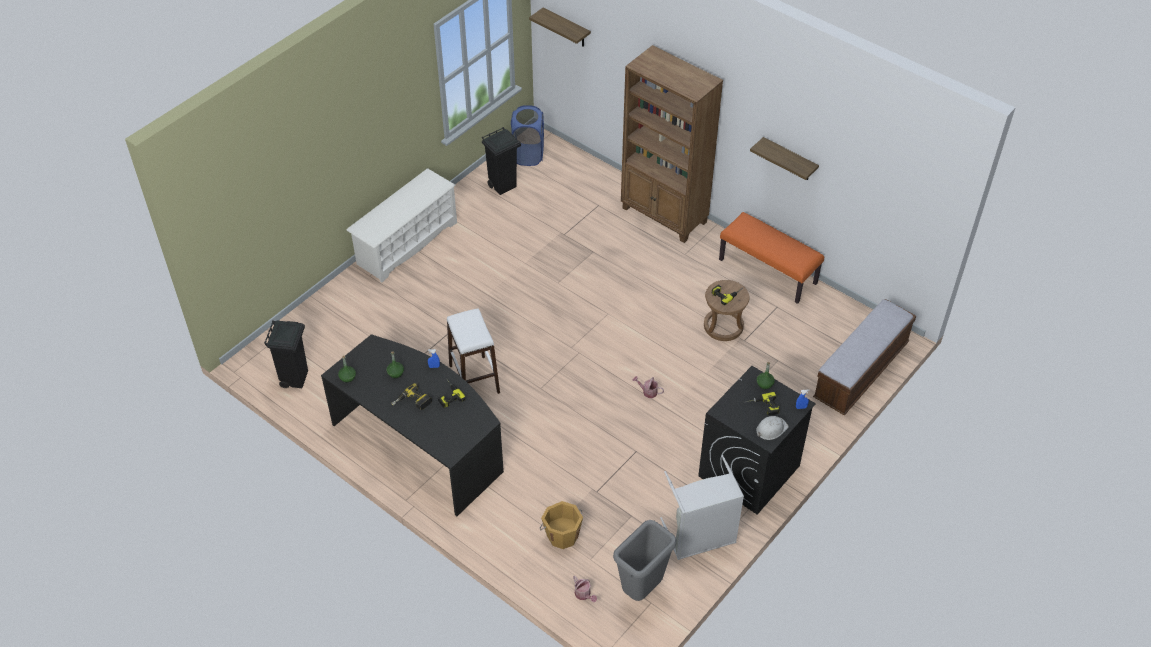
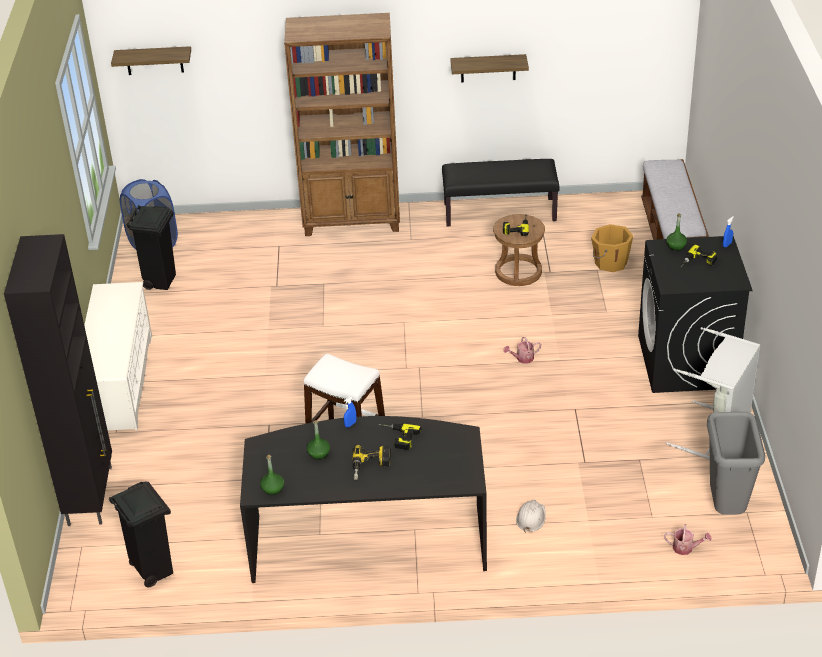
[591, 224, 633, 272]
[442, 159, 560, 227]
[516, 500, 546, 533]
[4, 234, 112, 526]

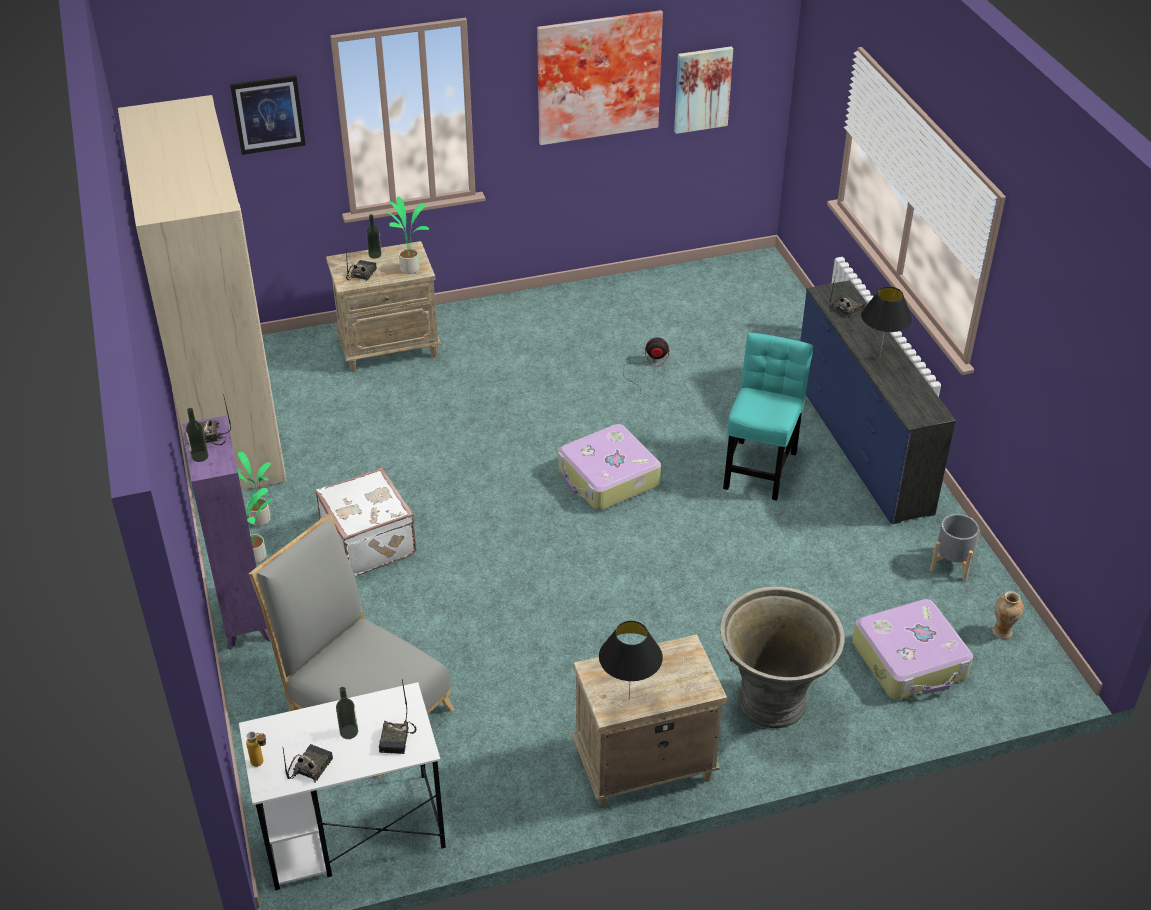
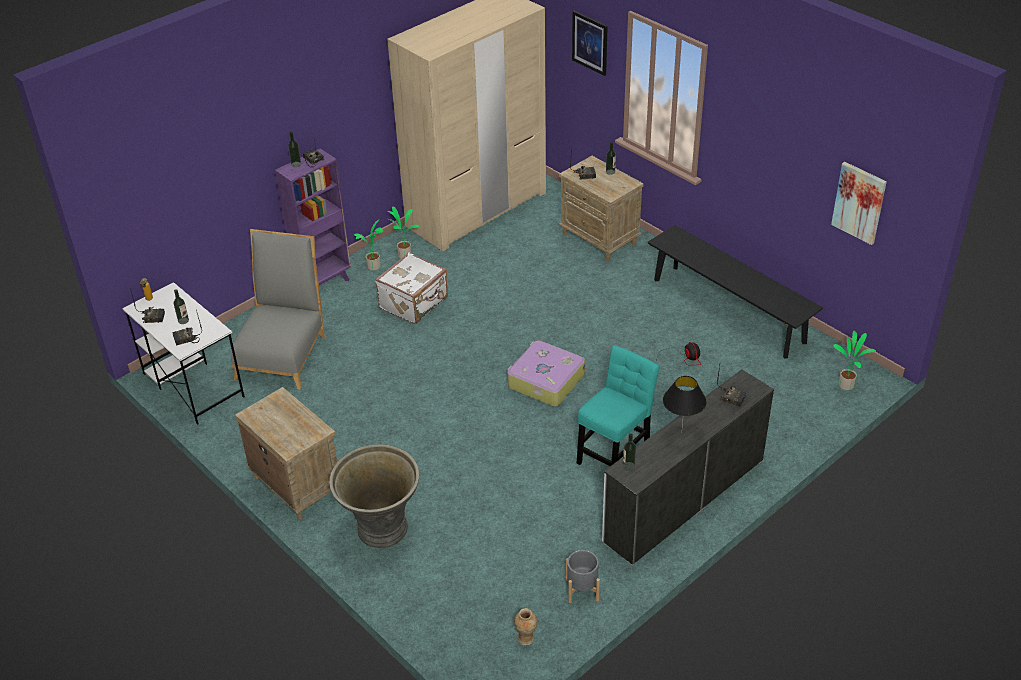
[833, 330, 876, 390]
[537, 10, 663, 145] (first image)
[599, 621, 663, 700] (first image)
[577, 345, 660, 466]
[602, 369, 774, 566]
[852, 599, 973, 700] (first image)
[623, 433, 636, 471]
[648, 225, 823, 359]

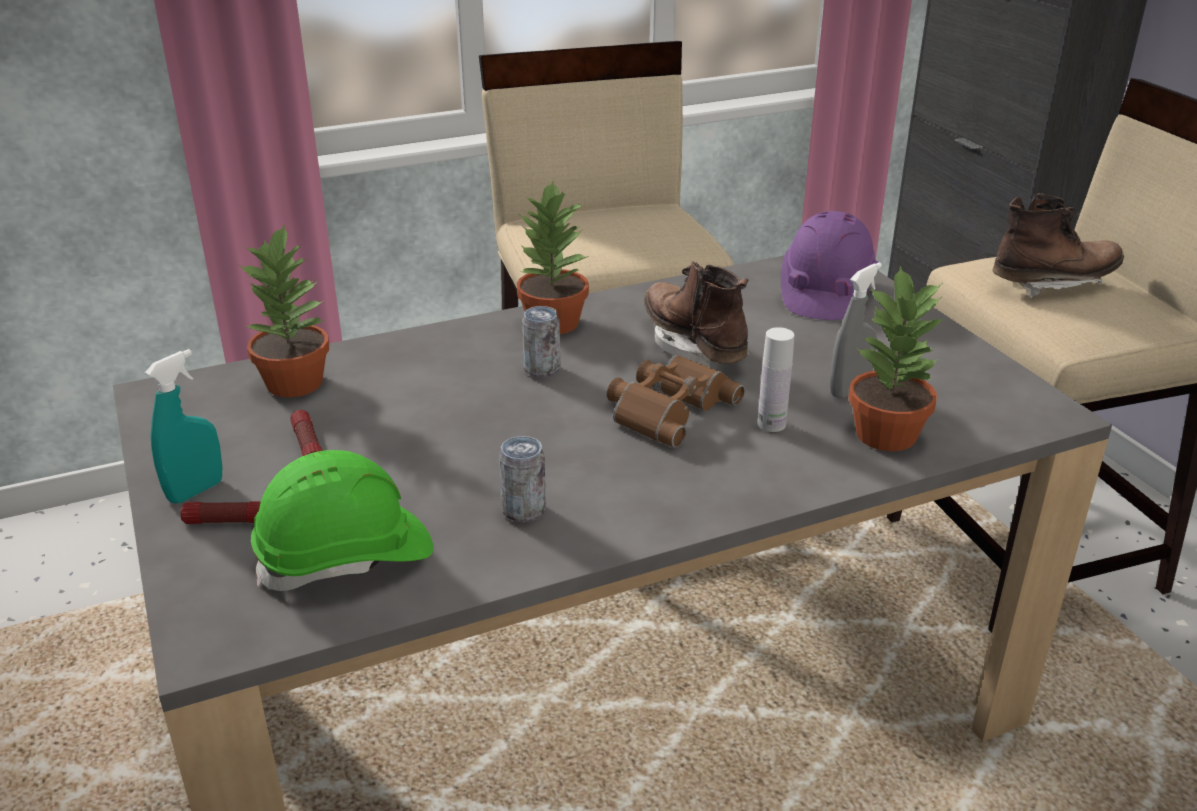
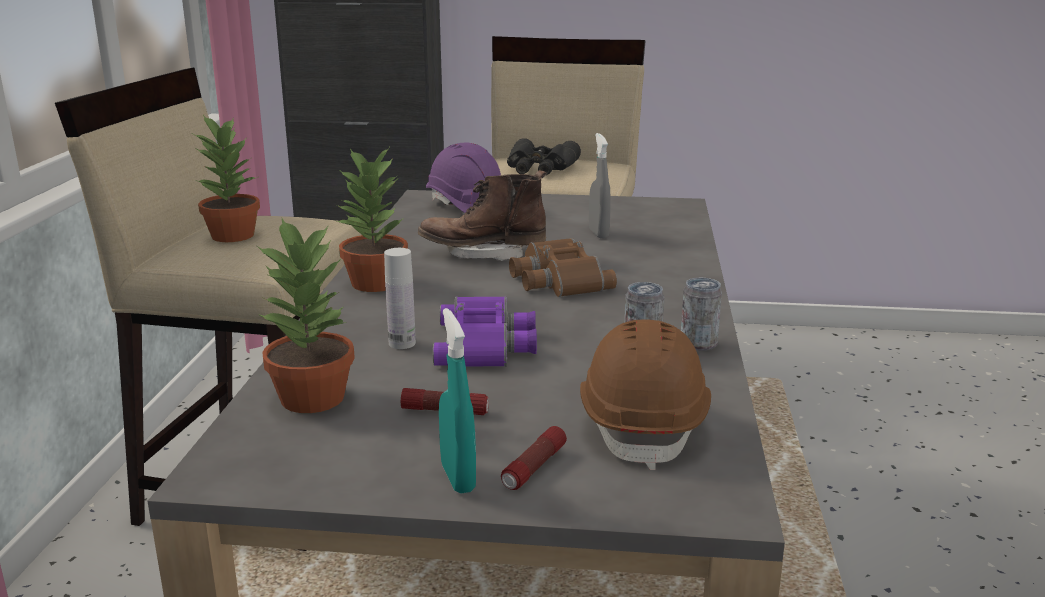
[580, 319, 711, 470]
[681, 278, 722, 351]
[384, 248, 416, 349]
[193, 115, 260, 242]
[507, 138, 581, 175]
[433, 296, 537, 367]

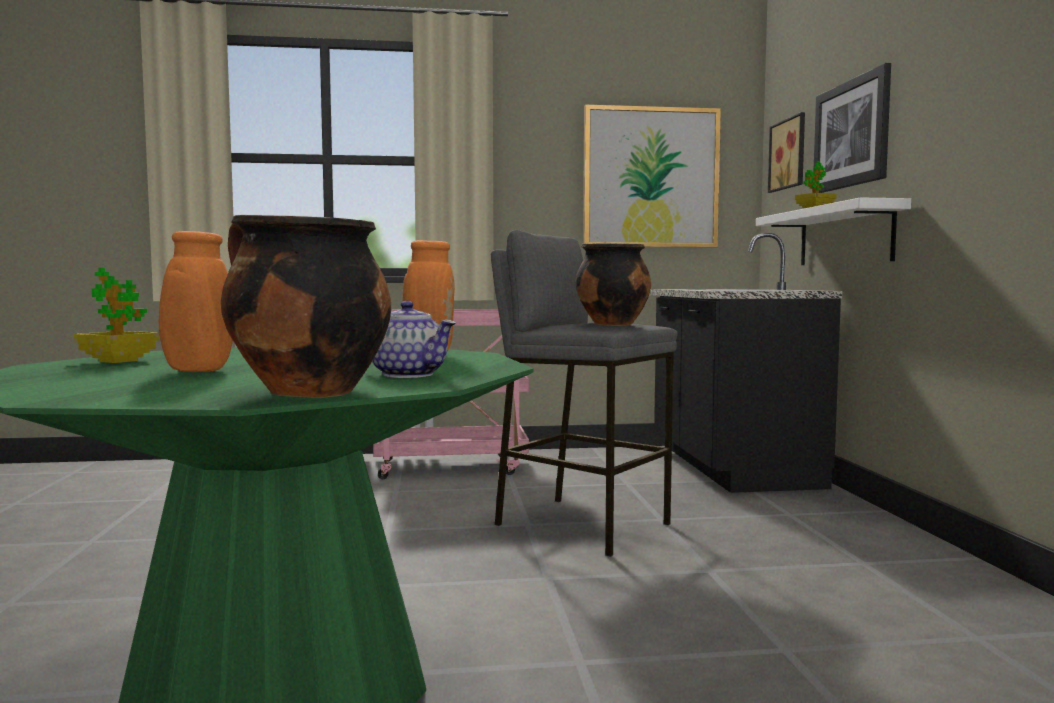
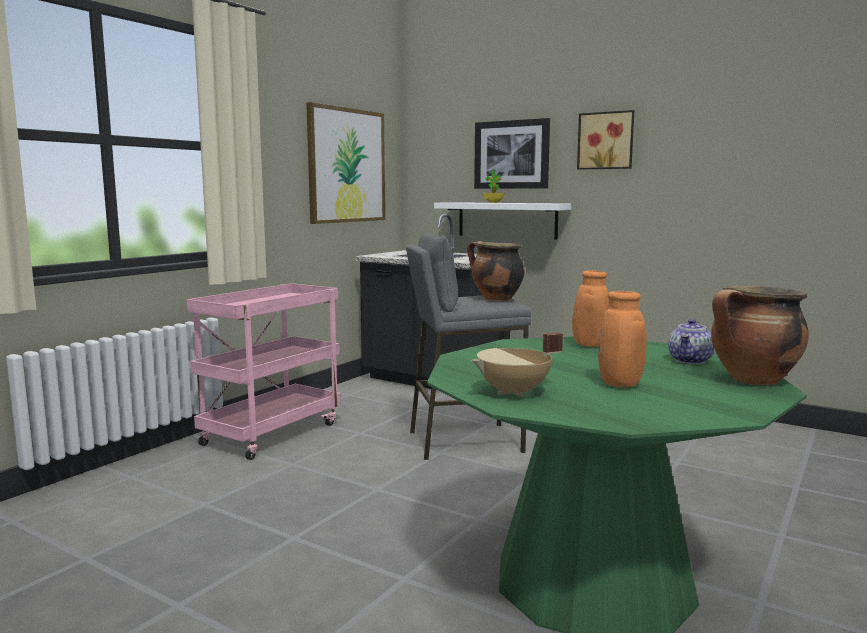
[472, 332, 563, 397]
[668, 319, 714, 364]
[577, 110, 634, 170]

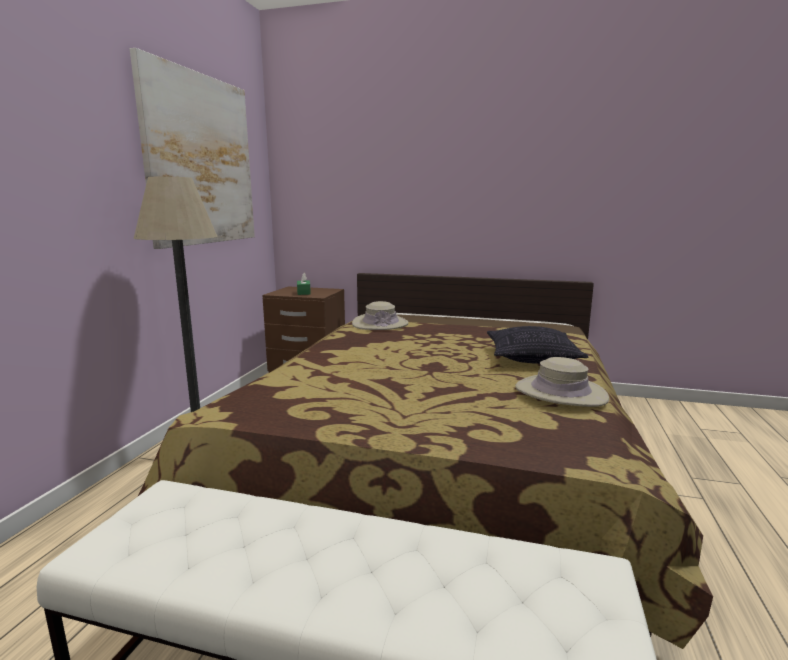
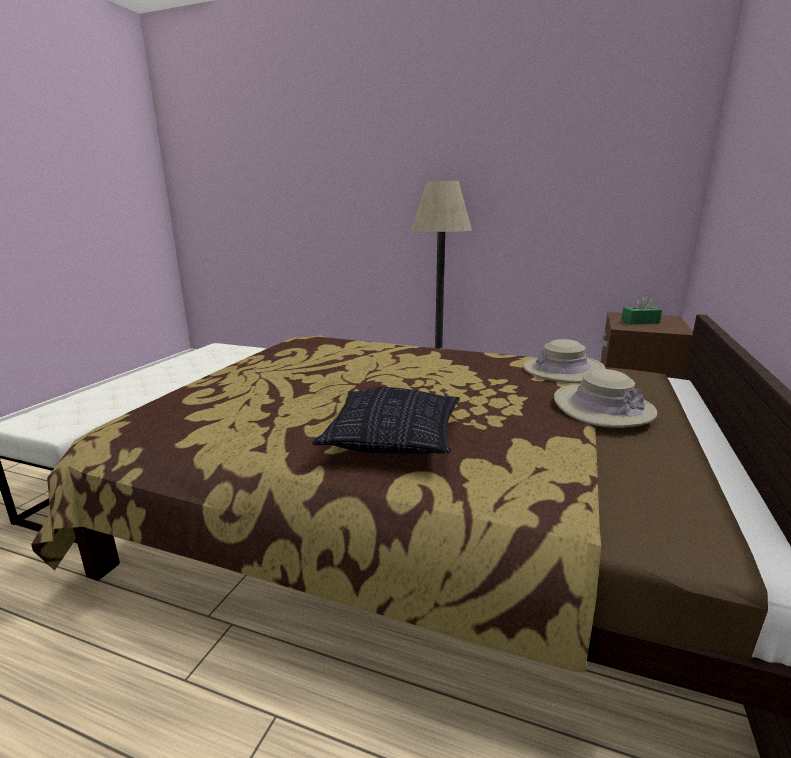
[130, 48, 255, 249] (first image)
[554, 369, 657, 428]

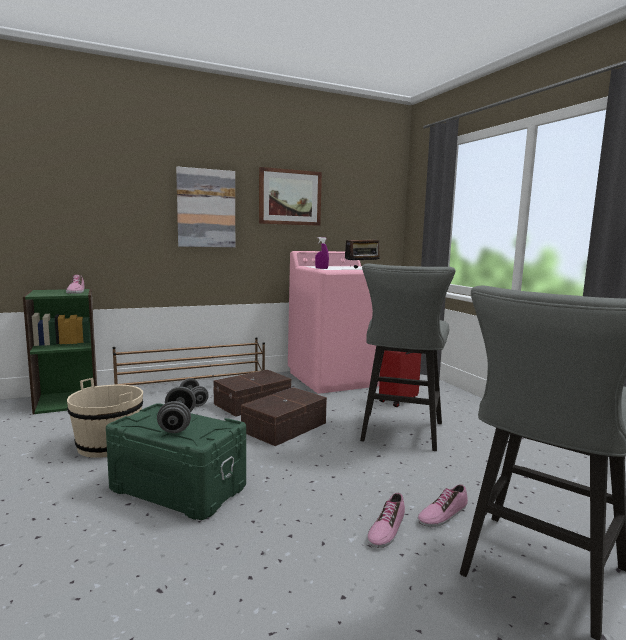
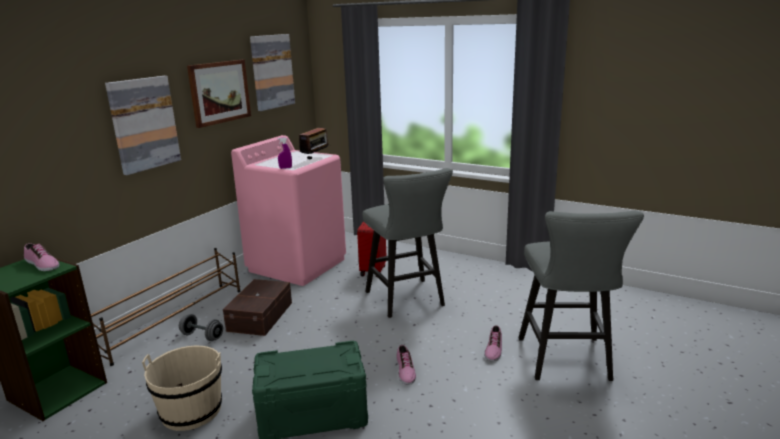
[157, 386, 196, 433] (first image)
[241, 387, 327, 446] (first image)
[396, 345, 416, 385]
[250, 34, 295, 111]

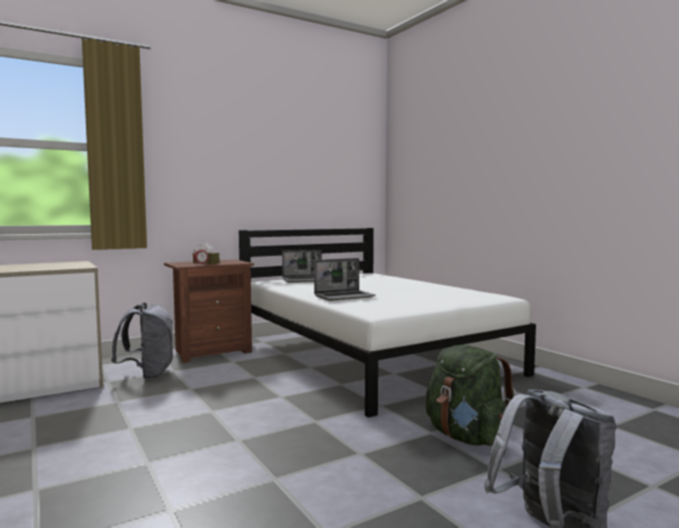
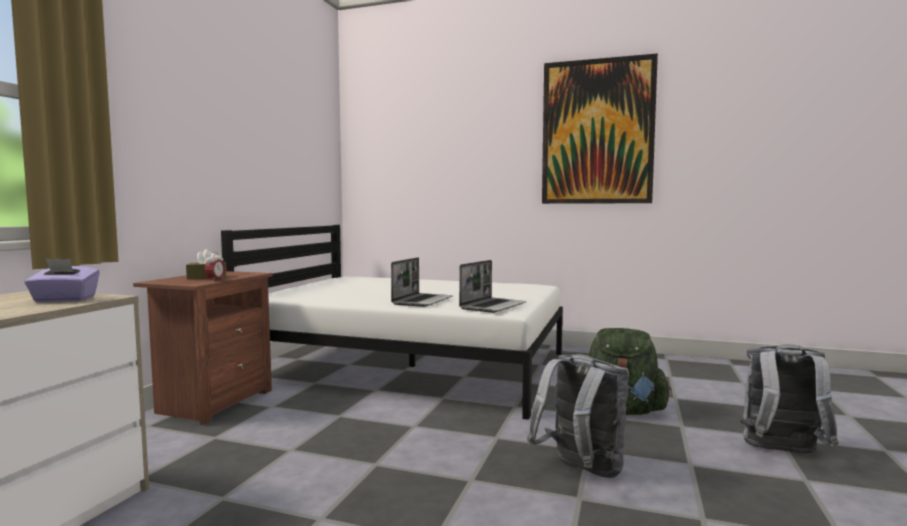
[527, 354, 629, 478]
[459, 260, 526, 313]
[24, 259, 100, 302]
[542, 53, 658, 204]

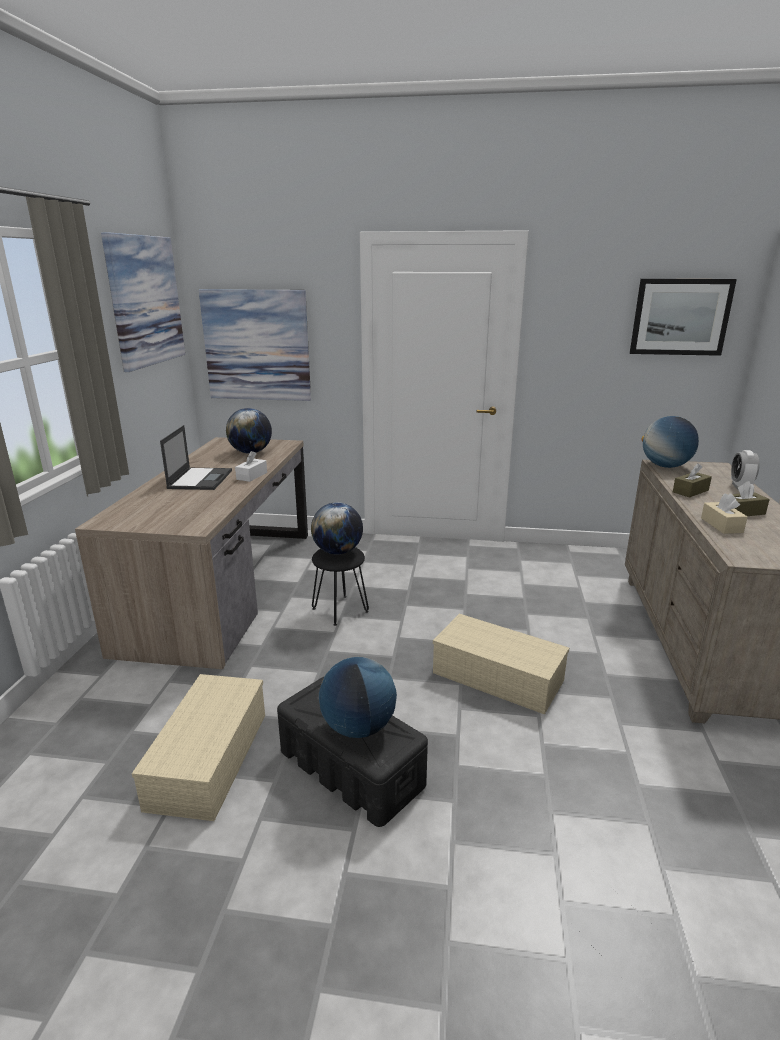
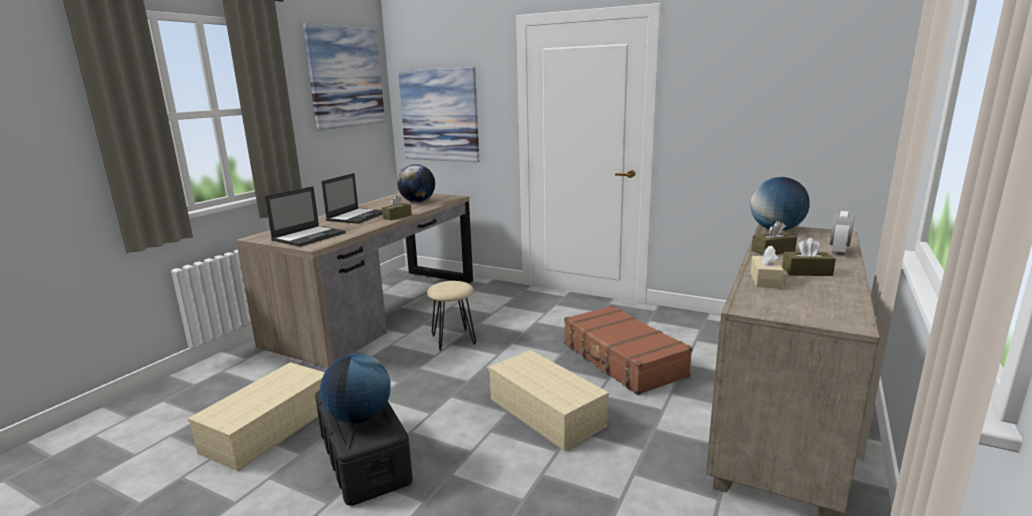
[382, 195, 412, 220]
[311, 502, 363, 555] (first image)
[427, 281, 476, 351]
[630, 279, 737, 356] (first image)
[265, 186, 346, 247]
[564, 305, 693, 395]

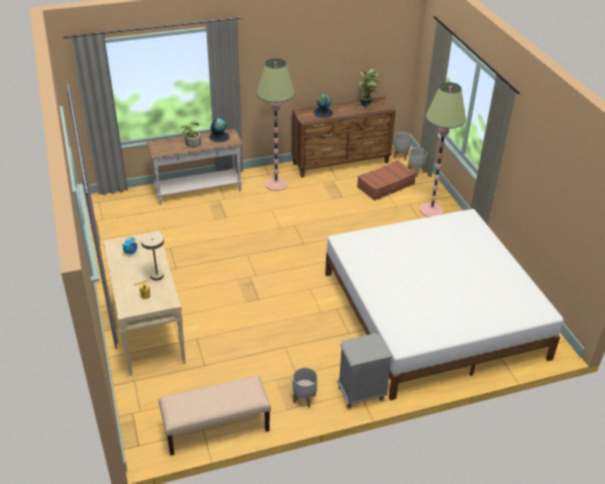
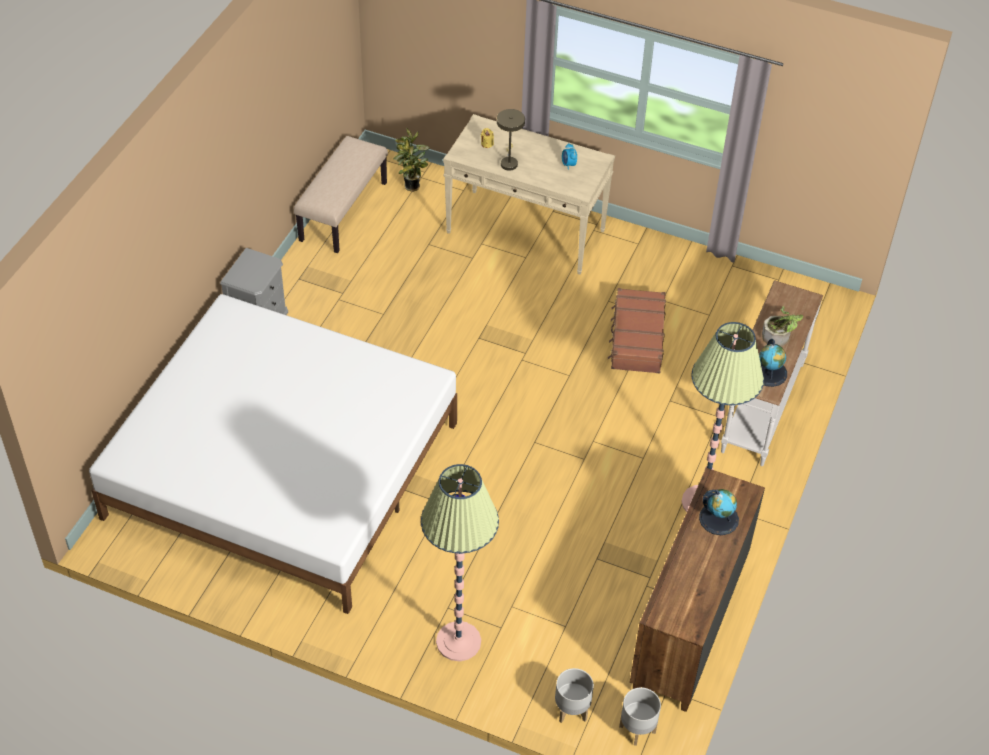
[293, 367, 318, 408] (first image)
[393, 128, 430, 192]
[608, 288, 666, 373]

